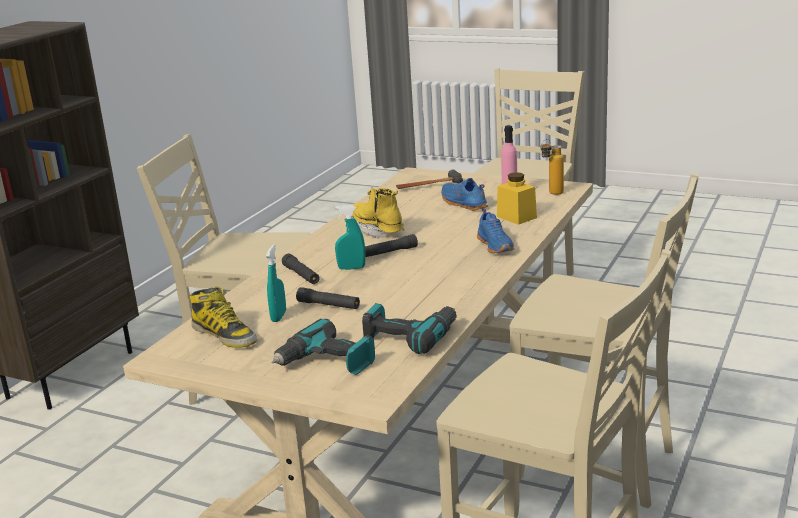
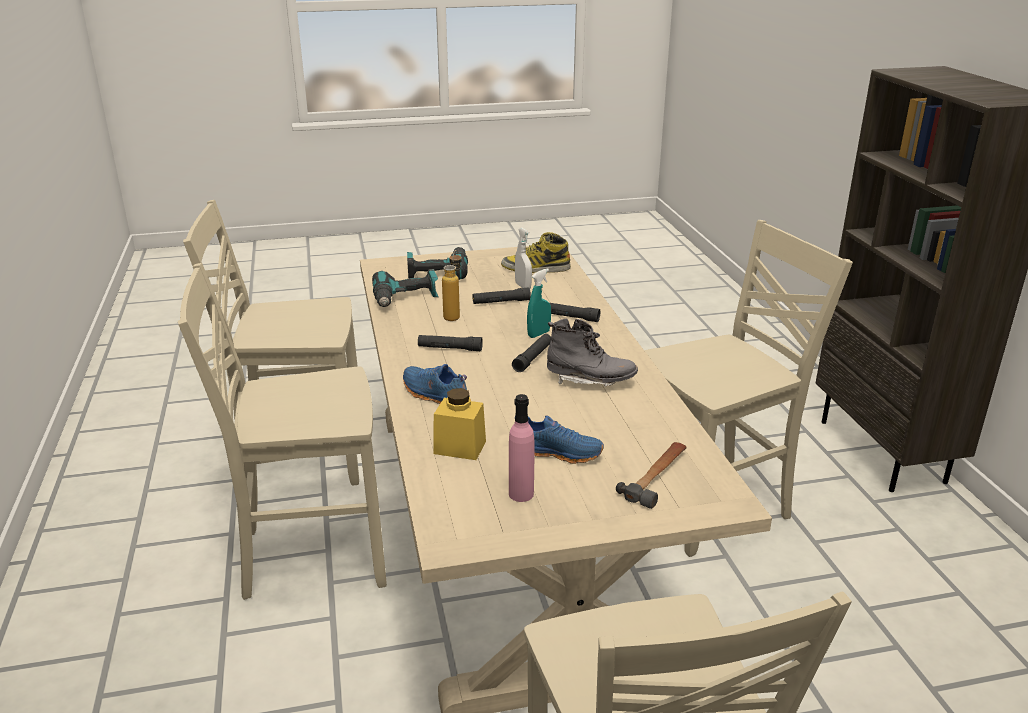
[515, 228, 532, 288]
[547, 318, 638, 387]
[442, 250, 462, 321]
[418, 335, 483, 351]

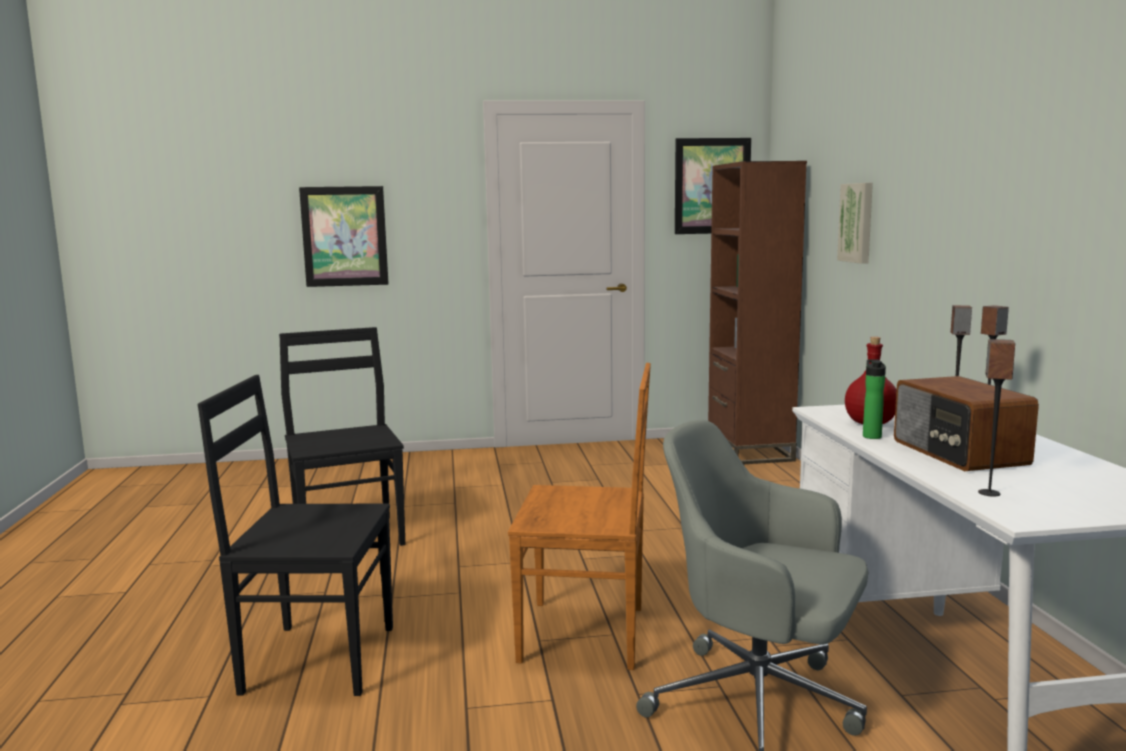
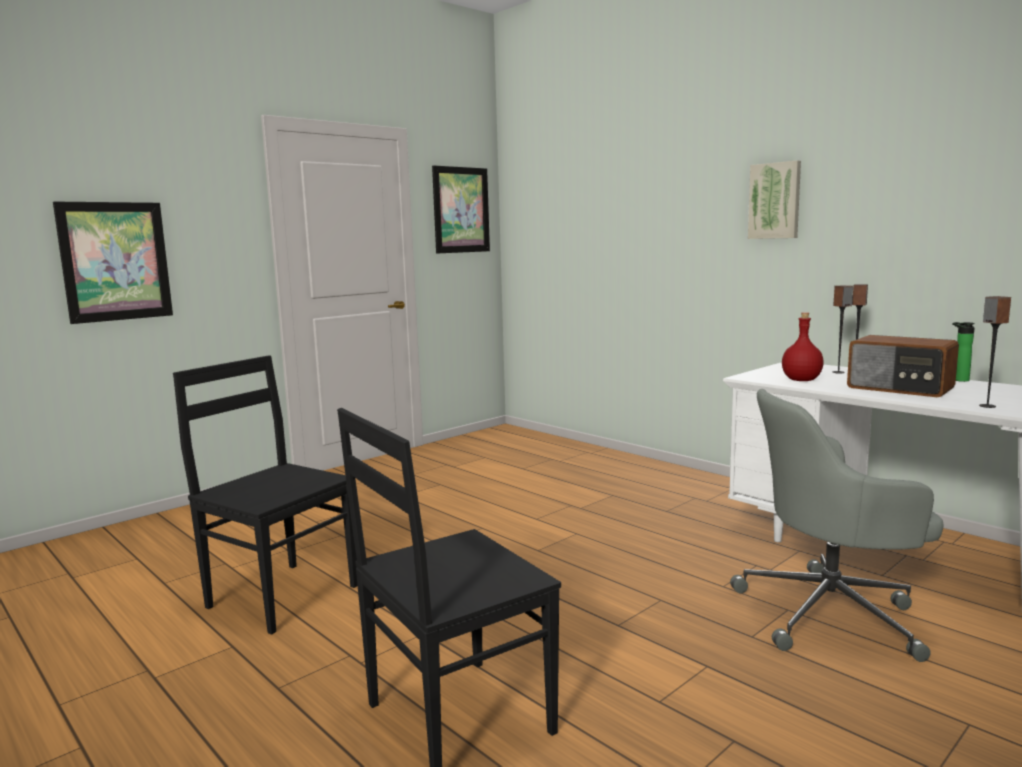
[508, 363, 651, 670] (first image)
[708, 161, 807, 464] (first image)
[748, 160, 801, 239]
[952, 322, 975, 382]

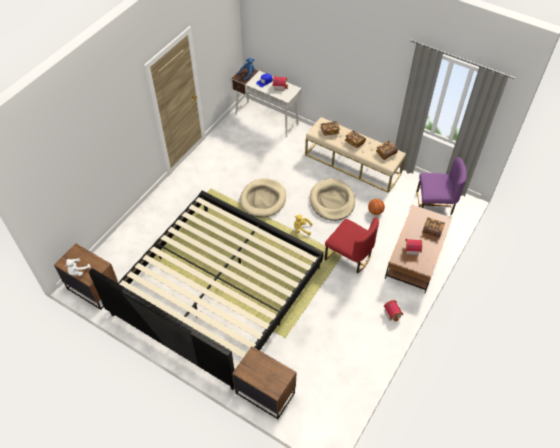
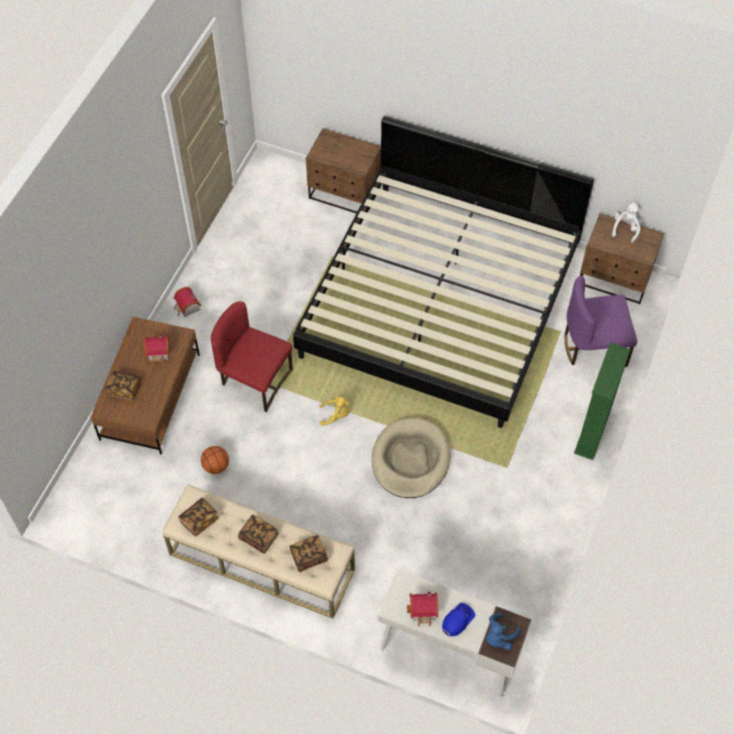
[310, 179, 355, 221] (first image)
[565, 276, 637, 367]
[574, 342, 631, 460]

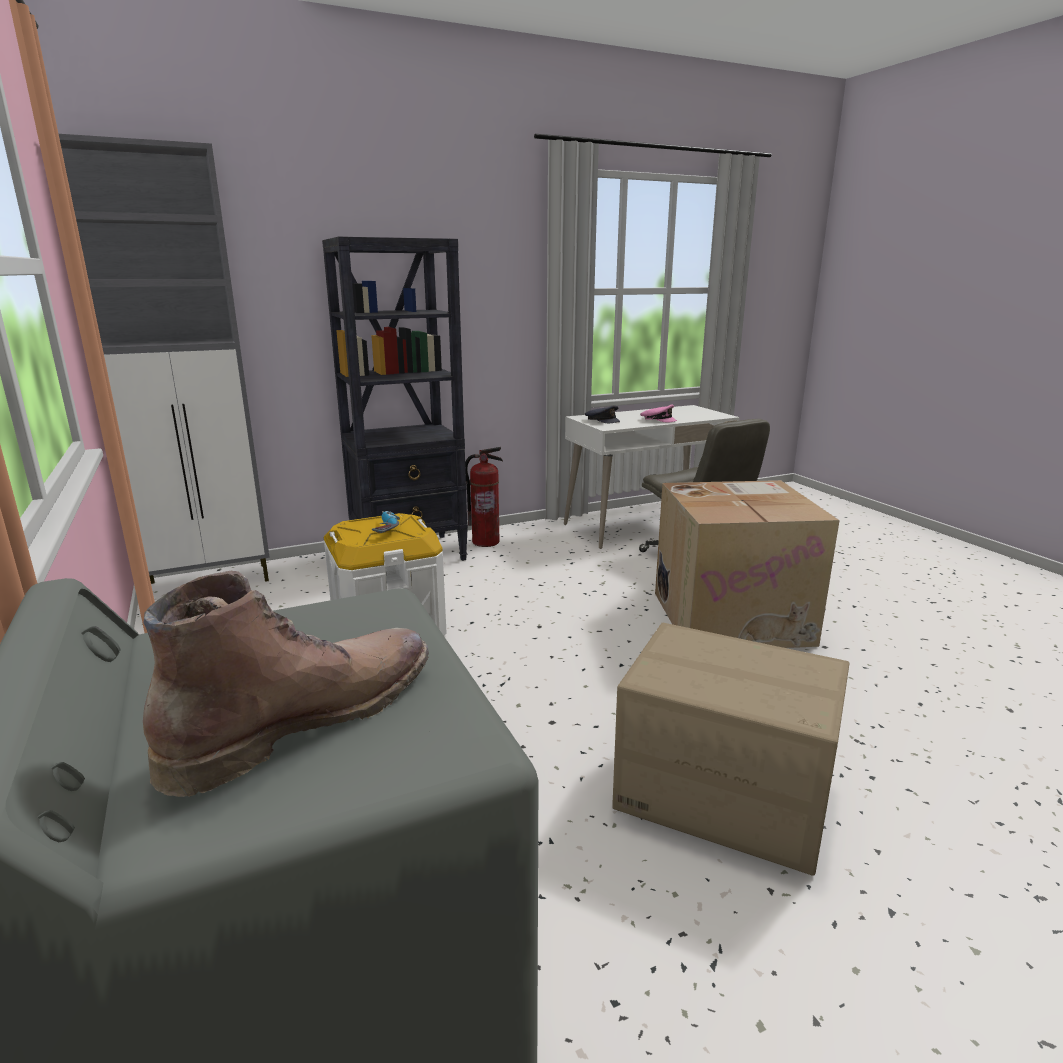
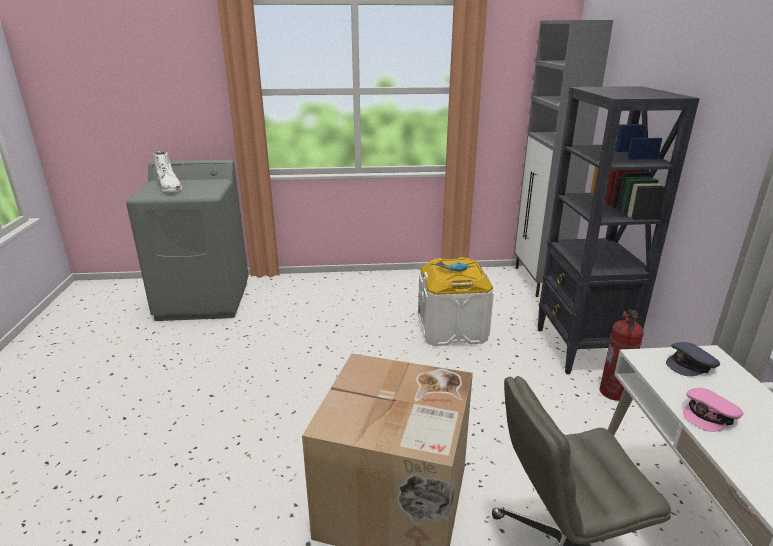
[153, 151, 183, 193]
[612, 623, 850, 876] (first image)

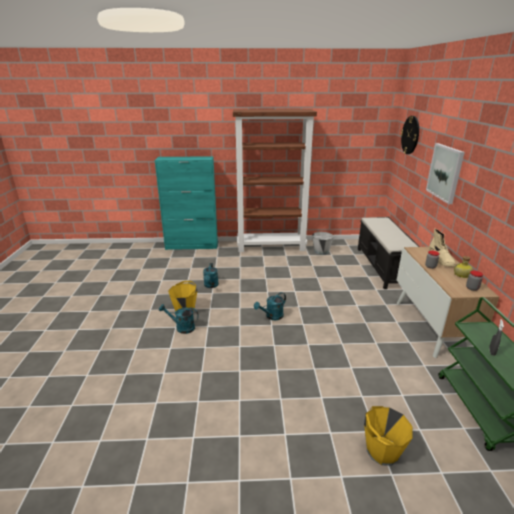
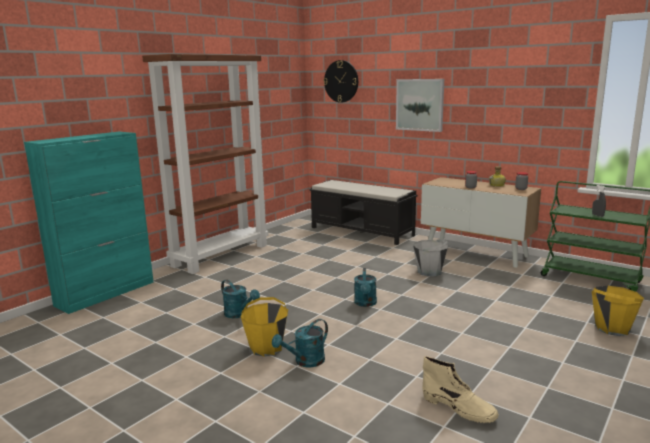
[413, 239, 448, 277]
[423, 356, 499, 423]

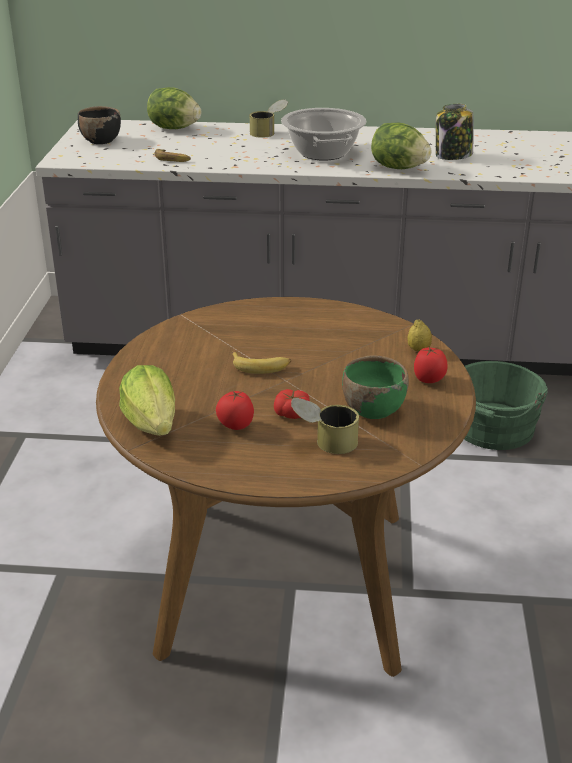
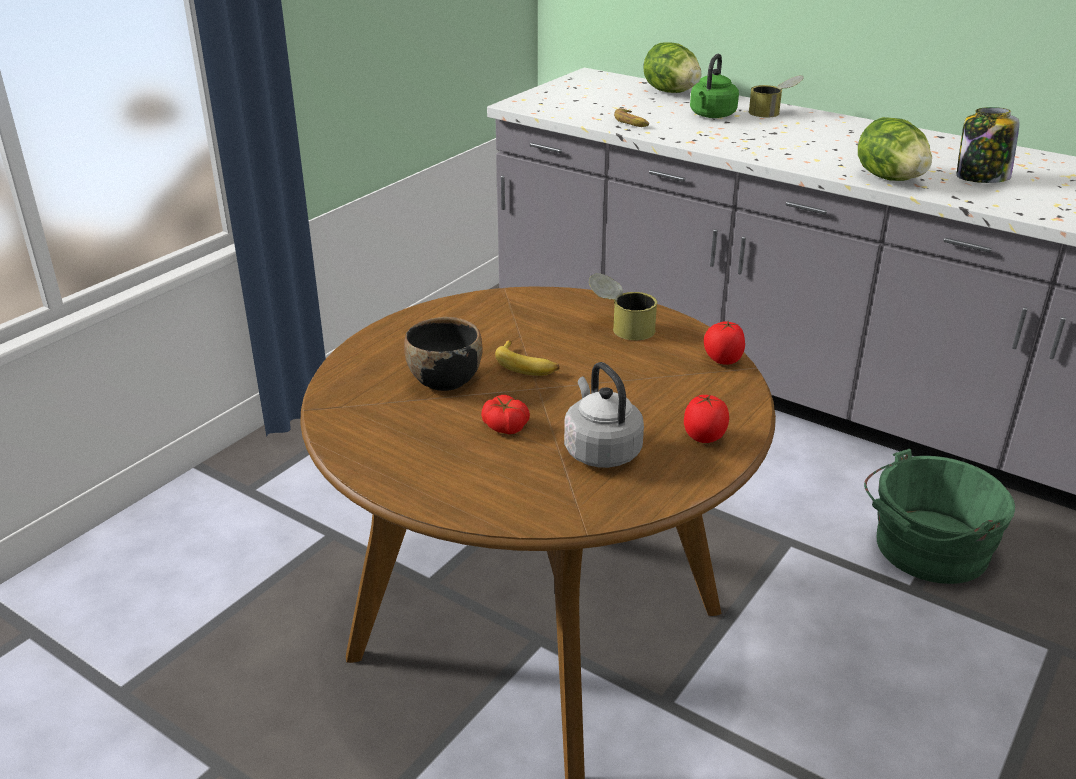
[404, 317, 482, 391]
[119, 365, 175, 436] (first image)
[704, 321, 745, 365]
[281, 108, 366, 161] (first image)
[589, 273, 657, 340]
[564, 362, 644, 468]
[408, 320, 432, 352] (first image)
[690, 54, 739, 118]

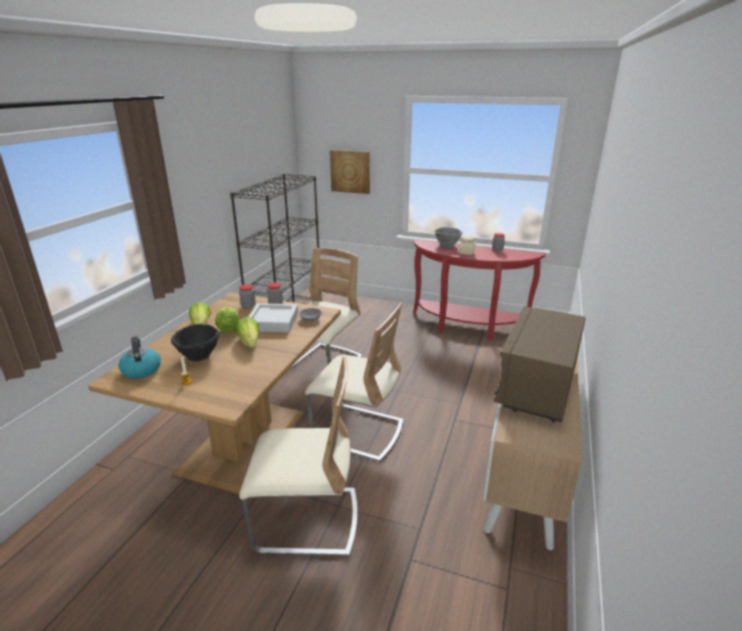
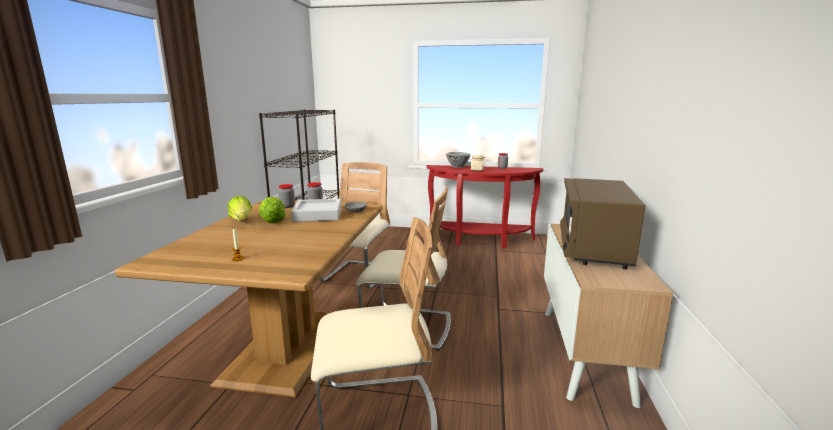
[119, 336, 161, 378] (first image)
[171, 324, 220, 361] (first image)
[236, 317, 260, 347] (first image)
[330, 150, 370, 194] (first image)

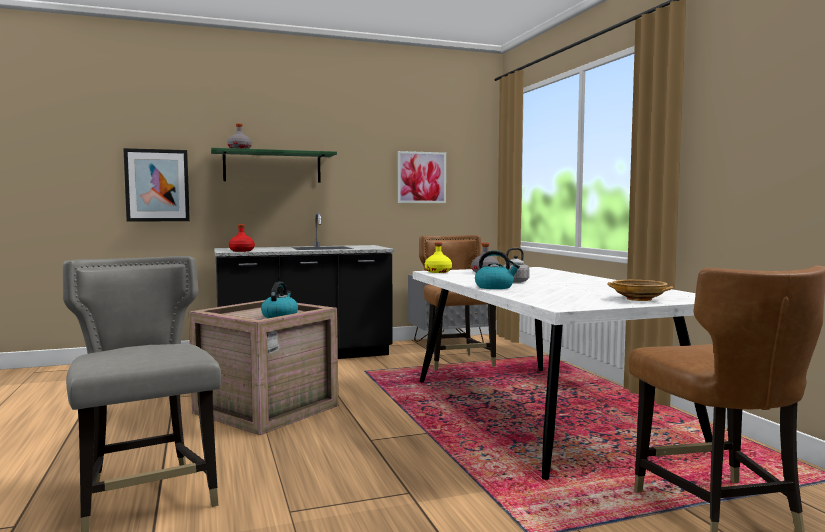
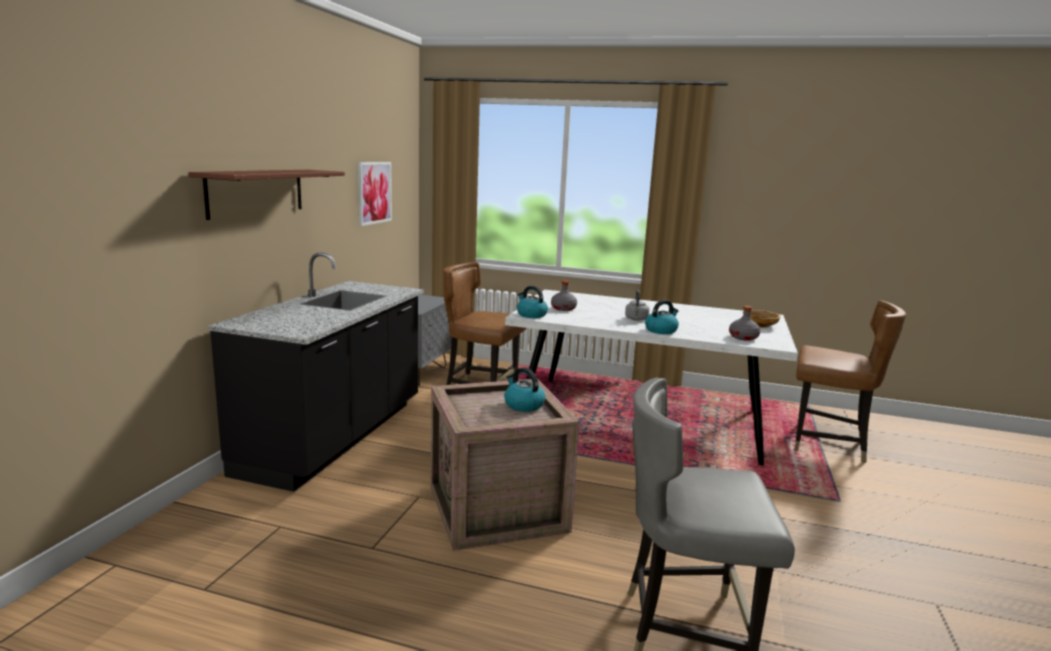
[123, 148, 190, 222] (first image)
[188, 170, 345, 220]
[729, 306, 760, 341]
[229, 224, 255, 252] (first image)
[517, 286, 548, 318]

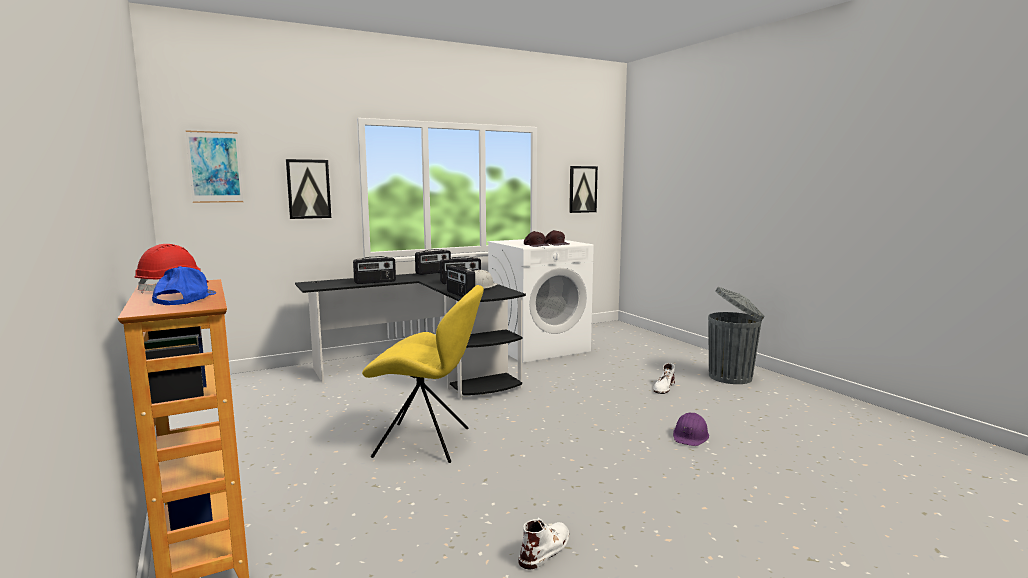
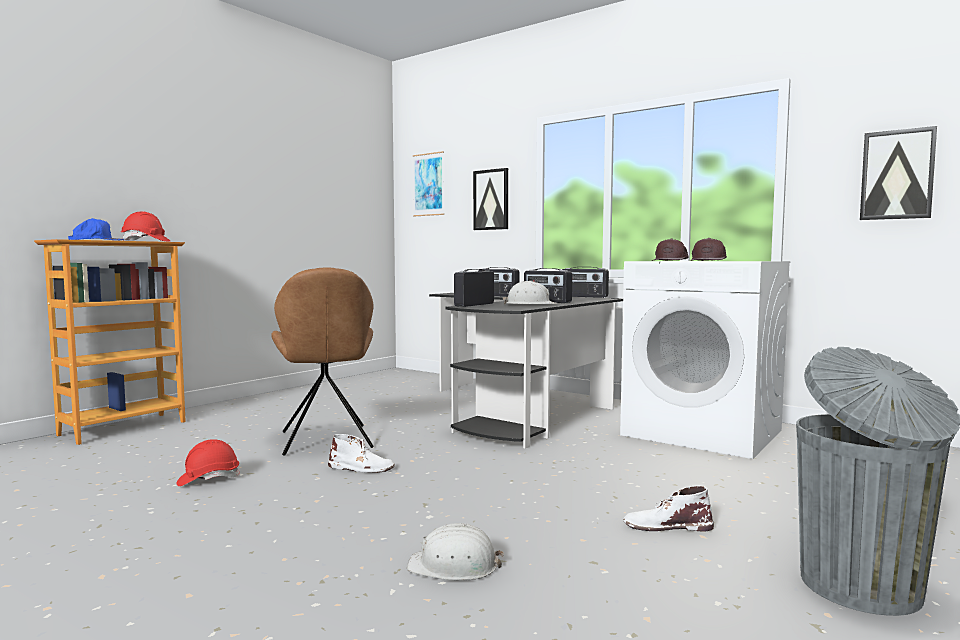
[271, 268, 374, 456]
[328, 434, 395, 473]
[407, 523, 504, 581]
[177, 439, 240, 486]

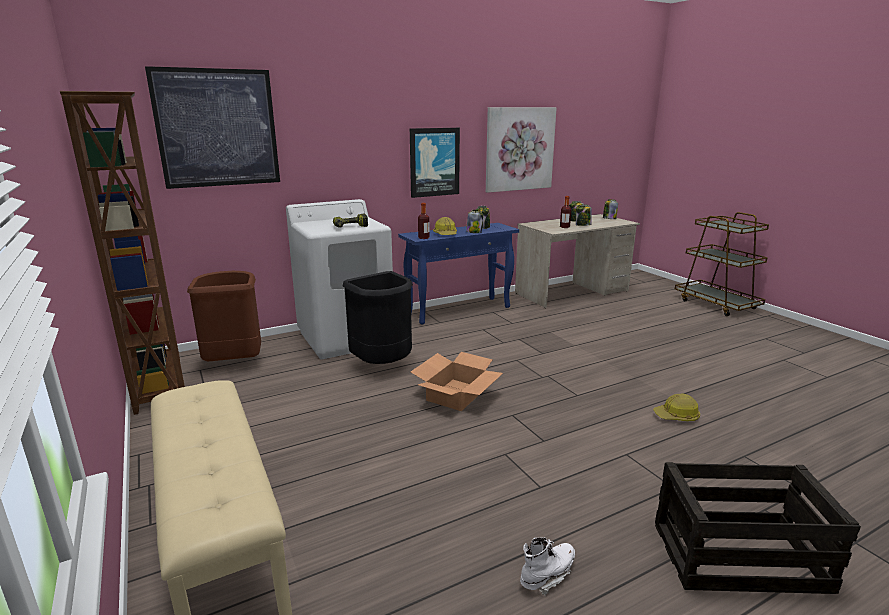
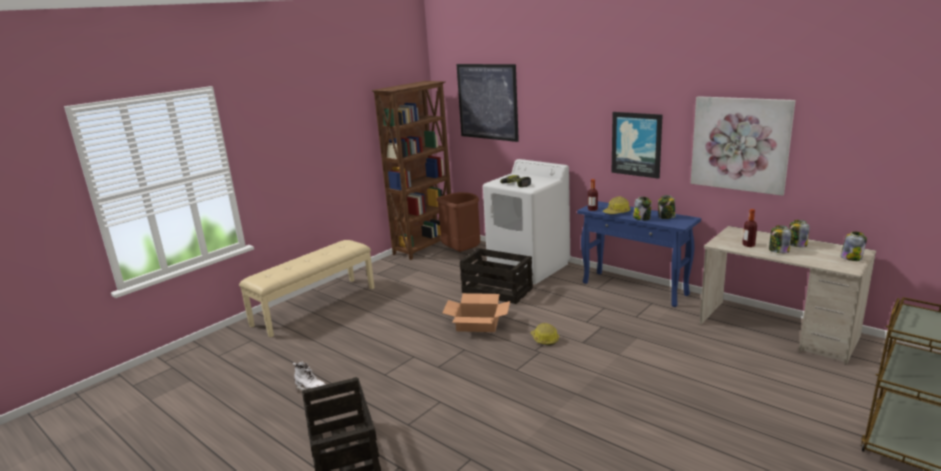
[460, 248, 533, 304]
[530, 323, 559, 346]

